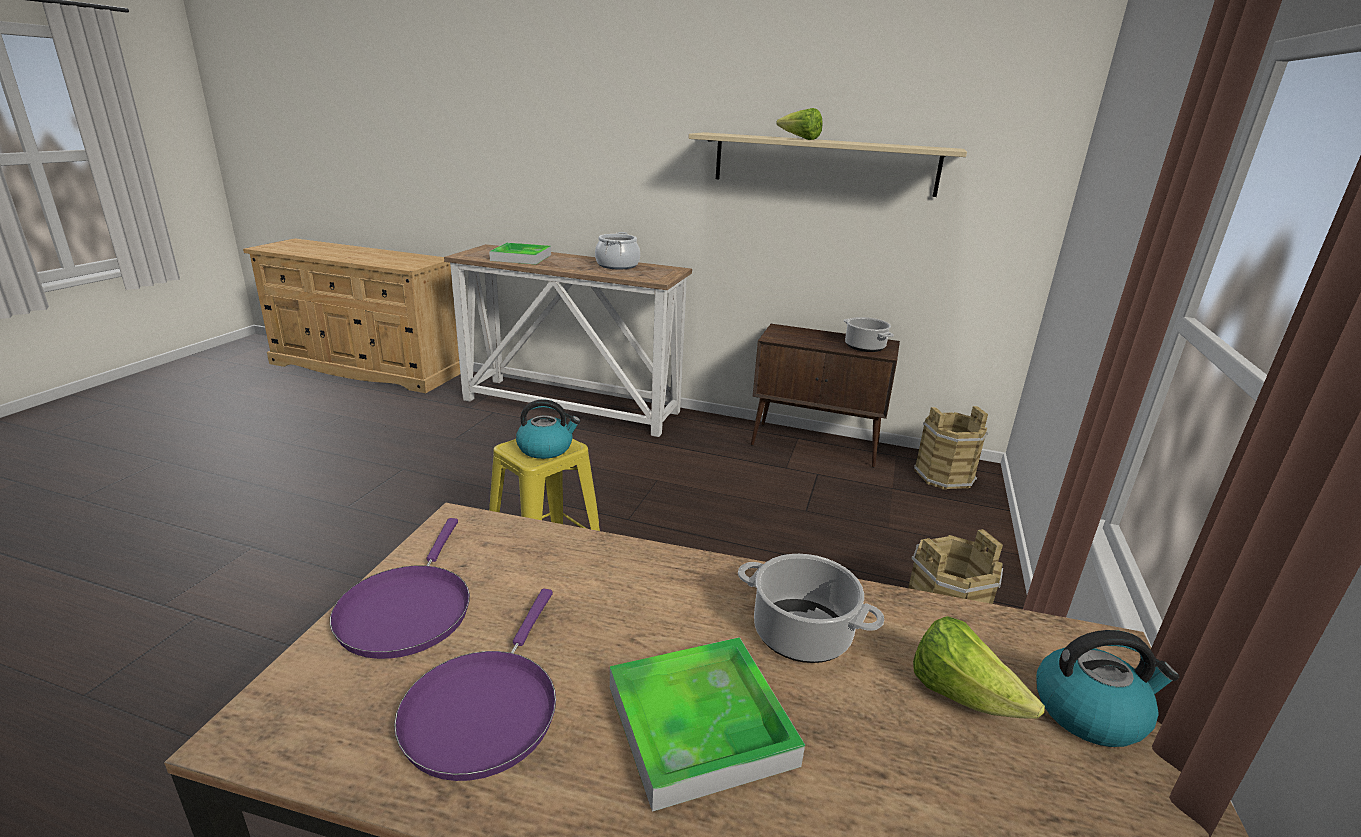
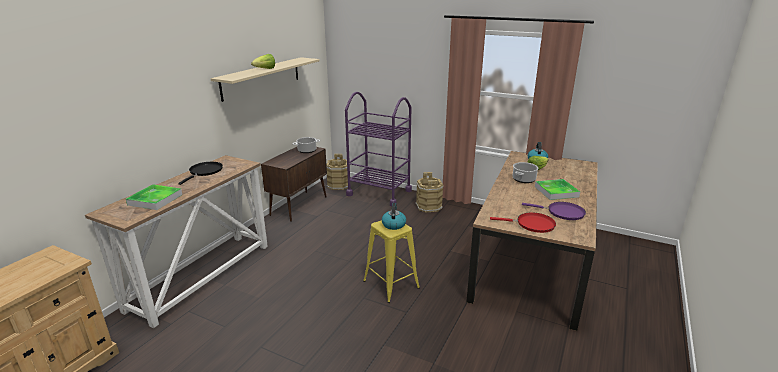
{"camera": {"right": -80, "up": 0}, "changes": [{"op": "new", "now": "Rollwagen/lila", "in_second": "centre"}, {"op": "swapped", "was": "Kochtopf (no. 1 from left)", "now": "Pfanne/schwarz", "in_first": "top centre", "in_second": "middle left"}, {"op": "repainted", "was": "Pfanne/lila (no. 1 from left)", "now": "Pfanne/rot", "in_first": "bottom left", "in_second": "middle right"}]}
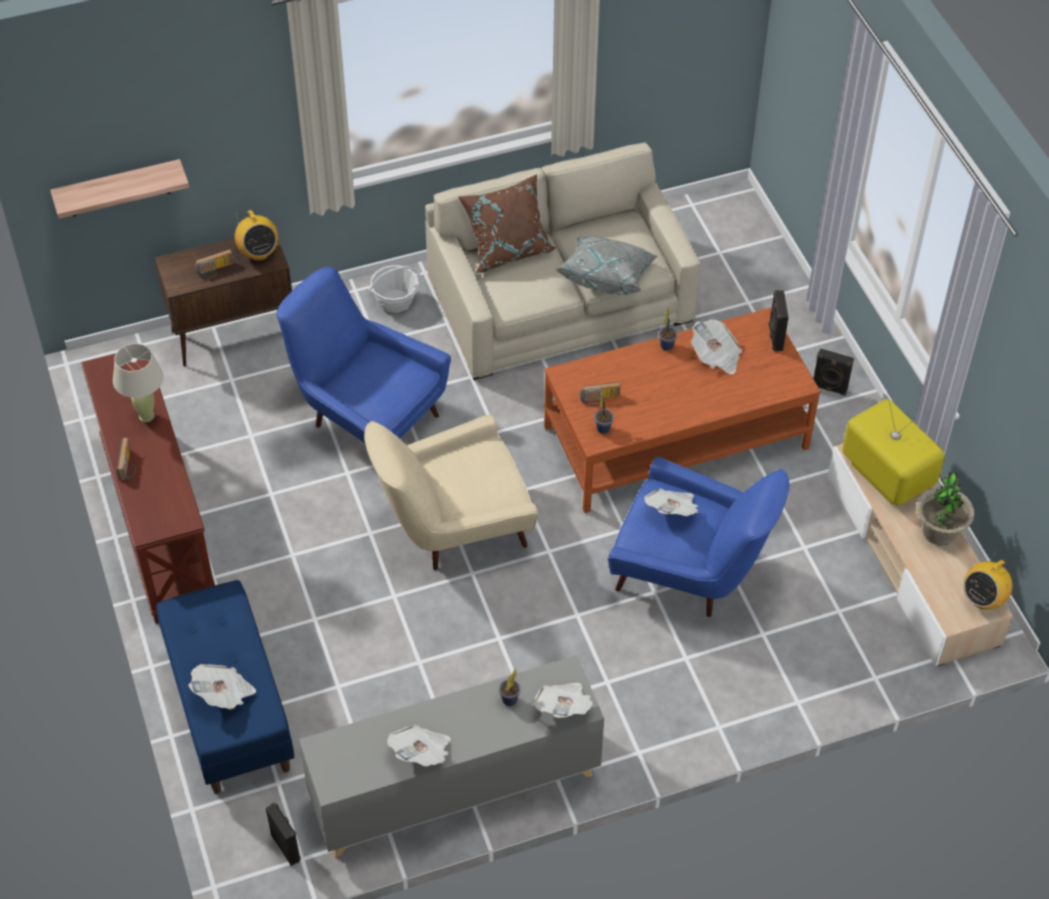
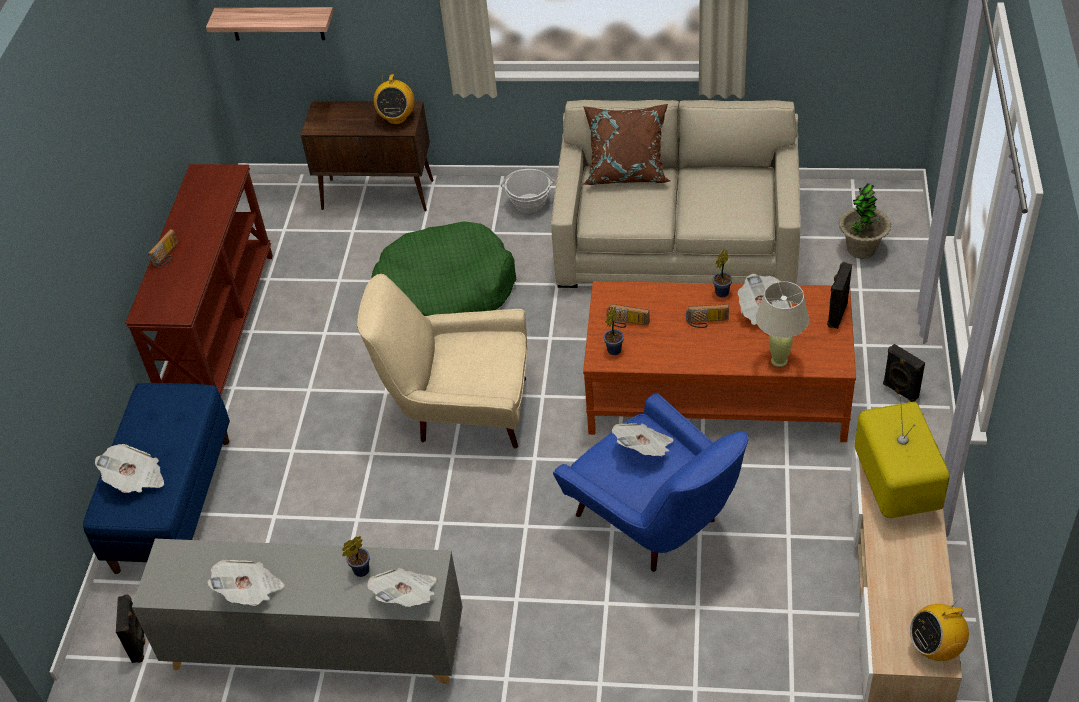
{"camera": {"right": 30, "up": -5}, "changes": [{"op": "gone", "was": "Kissen/grau", "in_first": "top centre"}, {"op": "shifted", "was": "Tischlampe/beige", "in_first": "middle left", "in_second": "middle right"}, {"op": "shifted", "was": "Radio (no. 2 from left in the first image)", "now": "Radio (no. 4 from left)", "in_first": "top left", "in_second": "centre"}, {"op": "shifted", "was": "Topfpflanze (no. 4 from left)", "in_first": "middle right", "in_second": "top right"}, {"op": "swapped", "was": "Sessel/blau (no. 1 from left)", "now": "Hundebett/grün", "in_first": "centre", "in_second": "centre"}]}
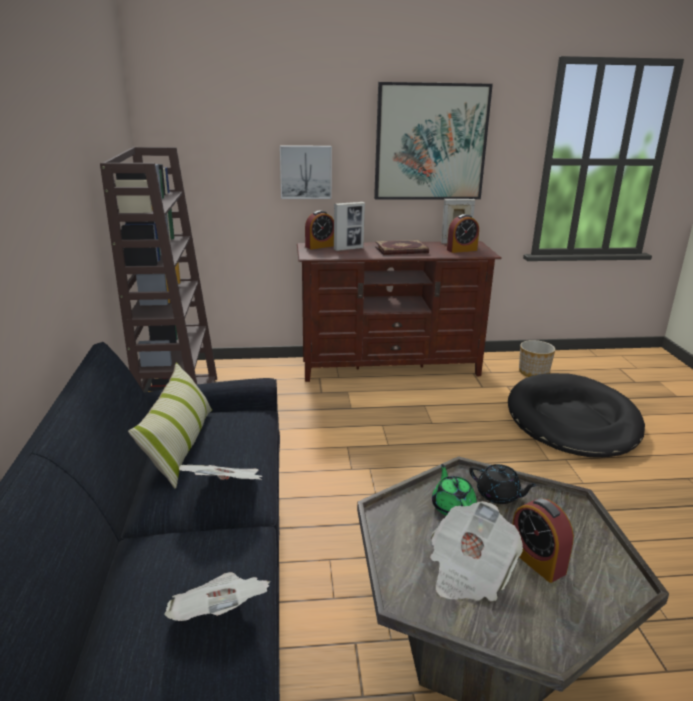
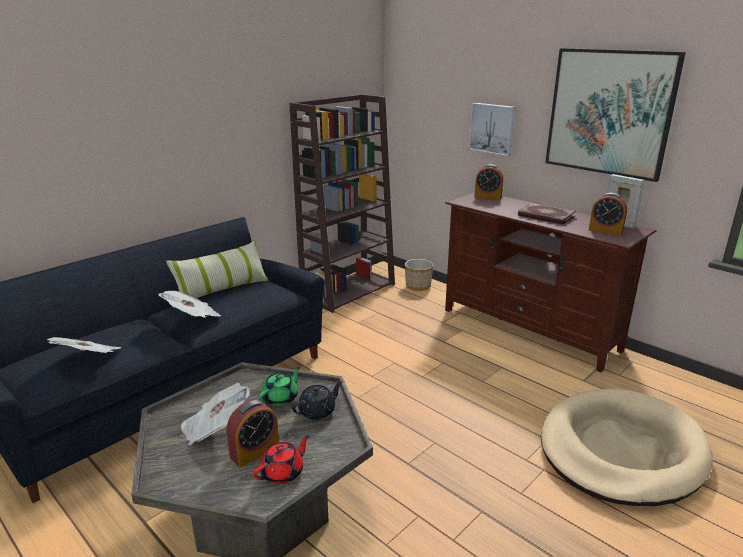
{"camera": {"right": 50, "up": 0}, "changes": [{"op": "gone", "was": "Bilderrahmen (no. 1 from left)", "in_first": "top centre"}, {"op": "new", "now": "Teekanne/rot", "in_second": "bottom centre"}, {"op": "shifted", "was": "Pflanzkübel", "in_first": "middle right", "in_second": "centre"}, {"op": "repainted", "was": "Hundebett/schwarz", "now": "Hundebett/beige", "in_first": "middle right", "in_second": "bottom right"}, {"op": "rotated", "was": "Teekanne/schwarz", "in_first": "bottom right", "in_second": "bottom centre", "clockwise": -120}, {"op": "rotated", "was": "Wecker (no. 3 from left in the first image)", "in_first": "bottom right", "in_second": "bottom centre", "clockwise": -150}]}
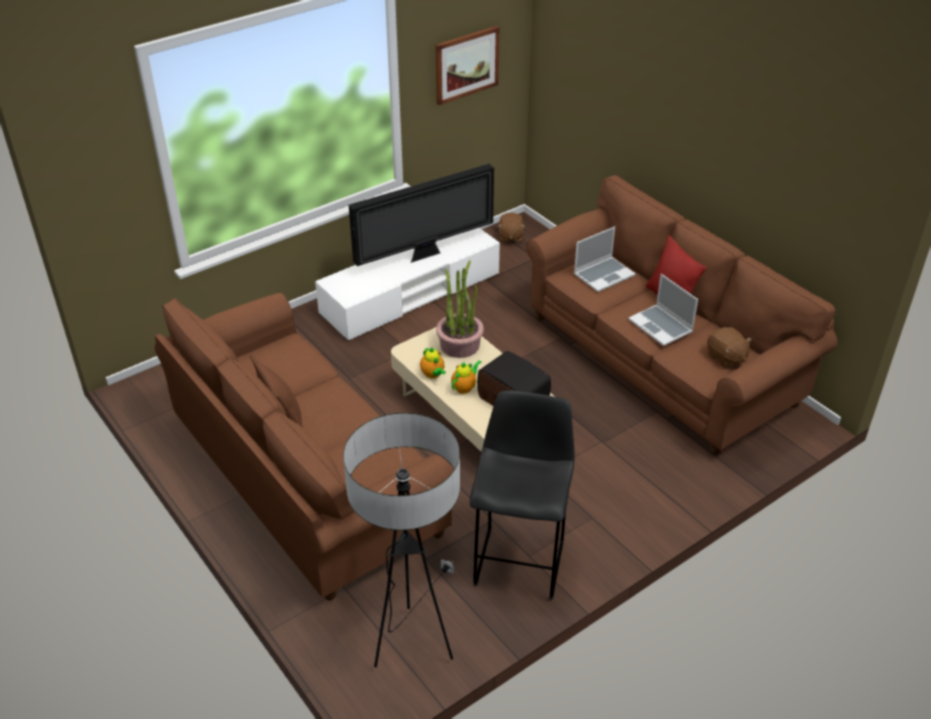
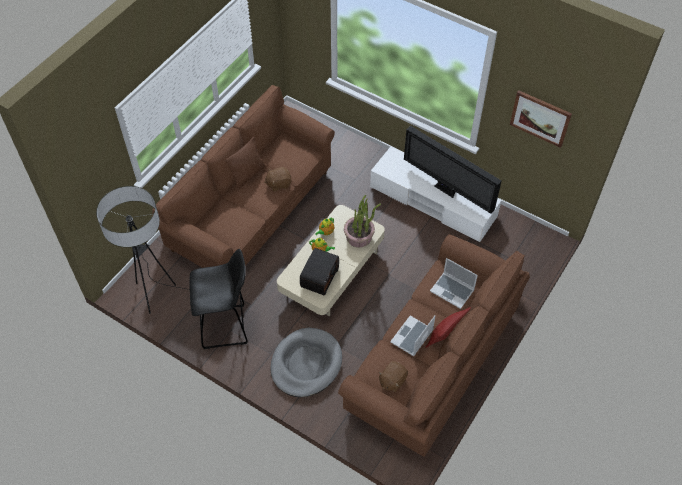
{"camera": {"right": 70, "up": 15}, "changes": [{"op": "new", "now": "Hundebett/grau", "in_second": "bottom centre"}, {"op": "shifted", "was": "Plüschtier/braun (no. 1 from left)", "in_first": "top centre", "in_second": "centre"}]}
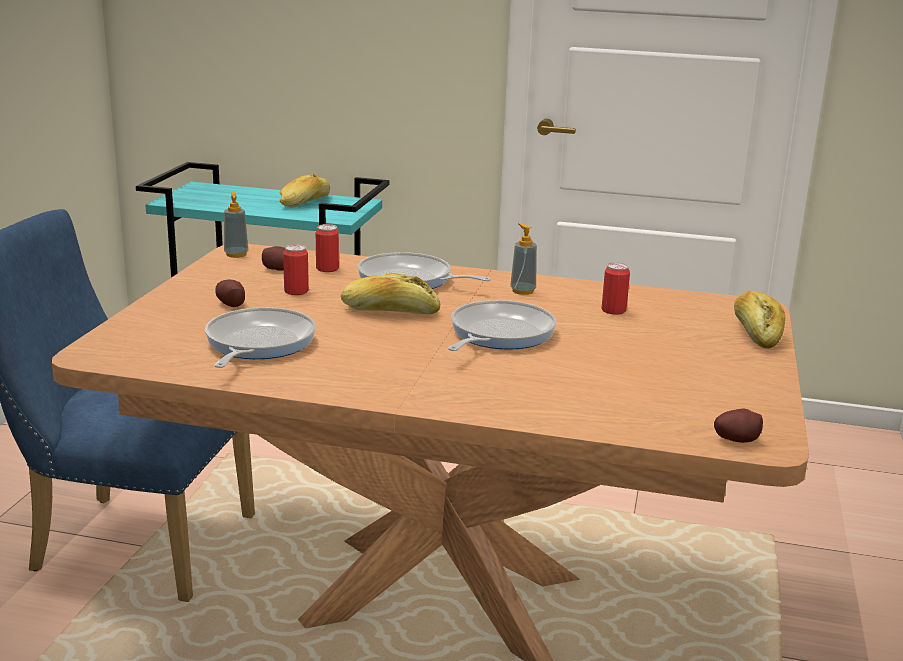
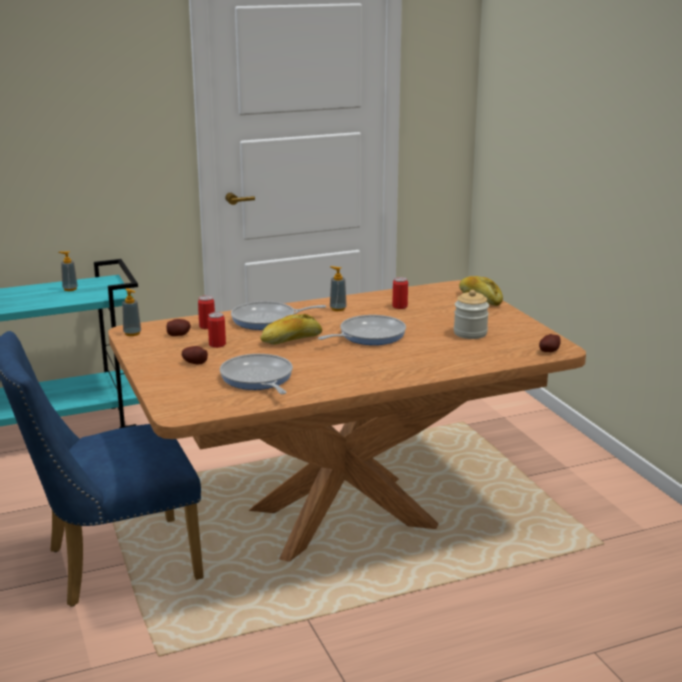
{"camera": {"right": -35, "up": 0}, "changes": [{"op": "new", "now": "Vorratsglas", "in_second": "middle right"}, {"op": "swapped", "was": "Brot (no. 1 from left)", "now": "Seifenspender (no. 1 from left)", "in_first": "top centre", "in_second": "middle left"}, {"op": "rotated", "was": "Pfanne (no. 3 from left)", "in_first": "centre", "in_second": "centre", "clockwise": 60}]}
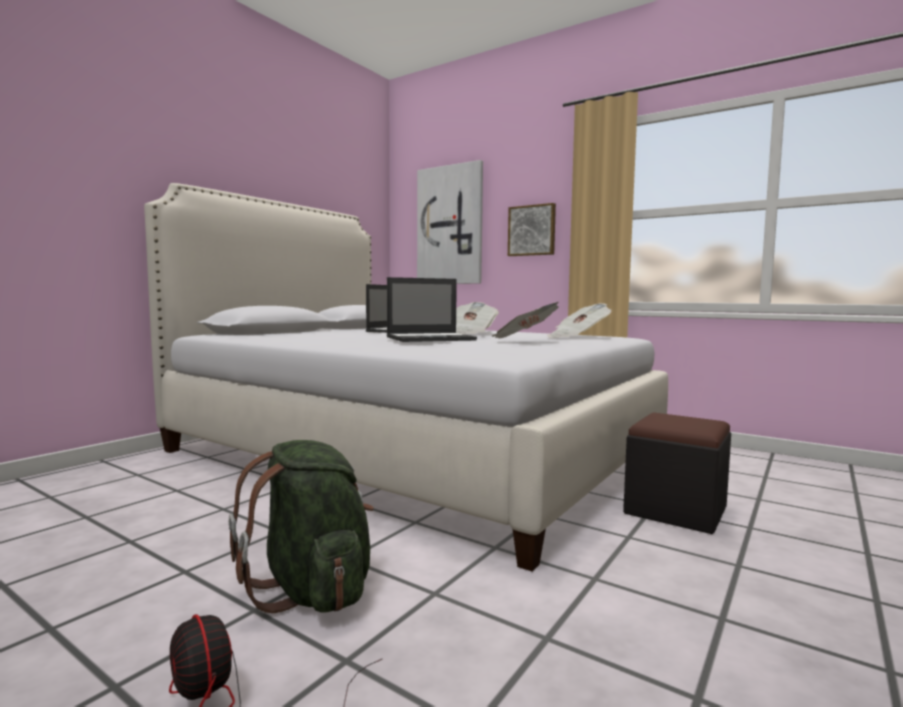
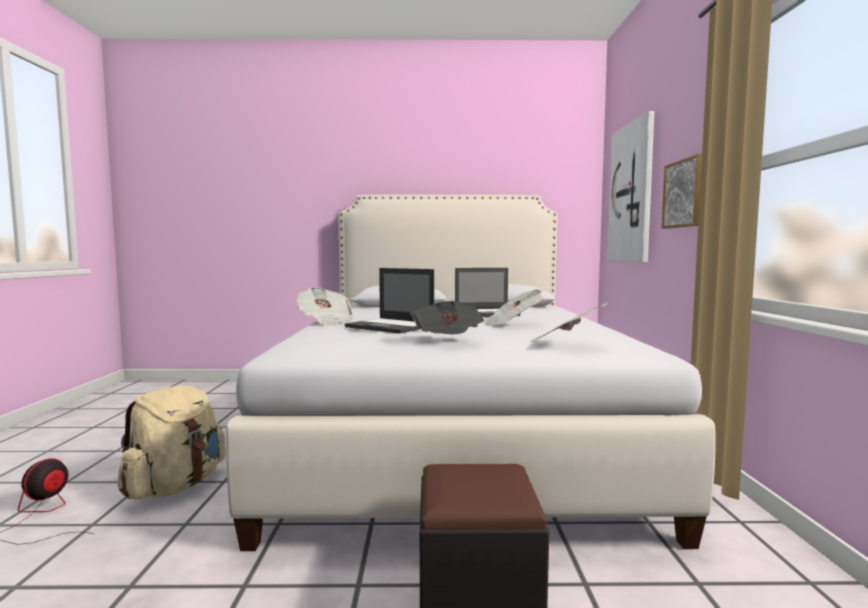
{"camera": {"right": 55, "up": 0}, "changes": [{"op": "new", "now": "Zeitung (no. 1 from left)", "in_second": "centre"}, {"op": "repainted", "was": "Rucksack/grün", "now": "Rucksack/beige", "in_first": "bottom centre", "in_second": "bottom left"}]}
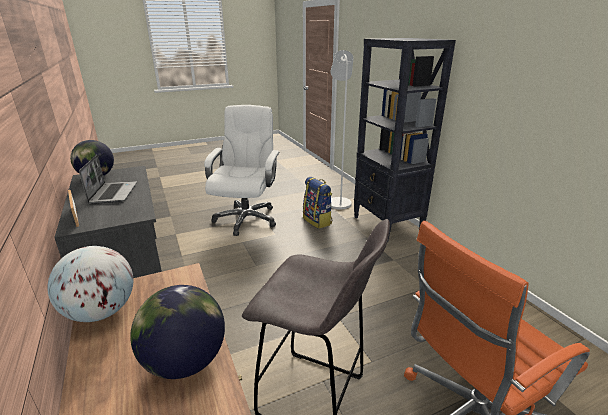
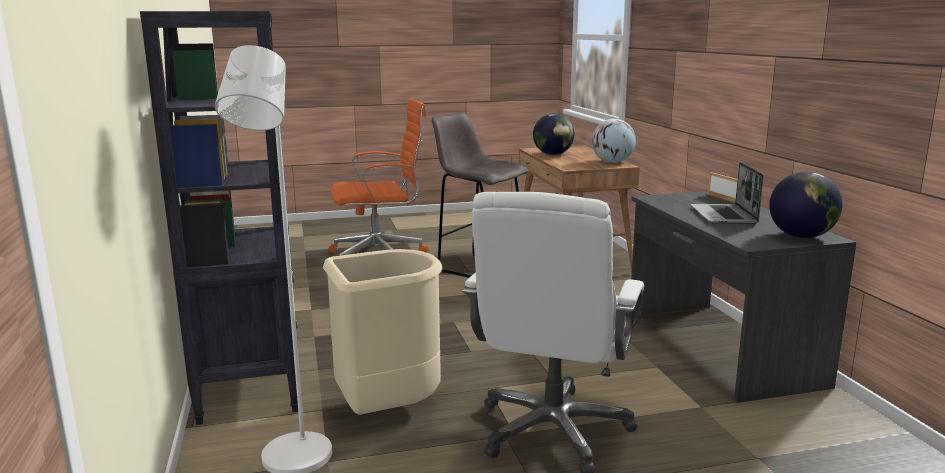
{"camera": {"right": -170, "up": -10}, "changes": [{"op": "swapped", "was": "Rucksack", "now": "Mülleimer/beige", "in_first": "centre", "in_second": "bottom centre"}]}
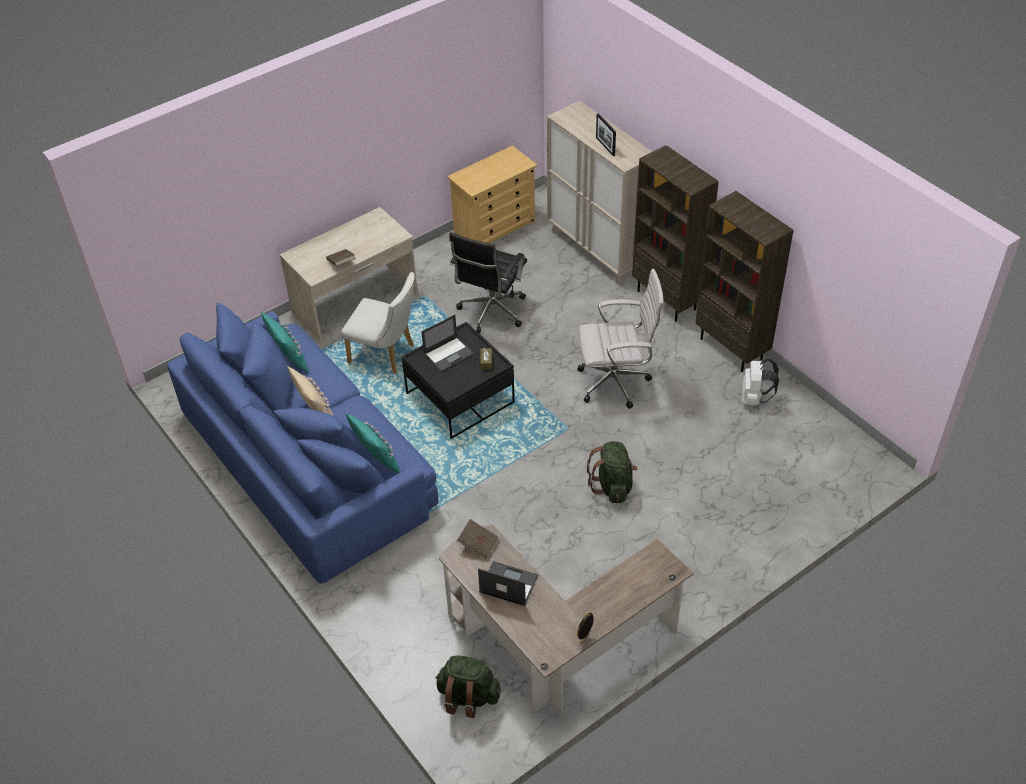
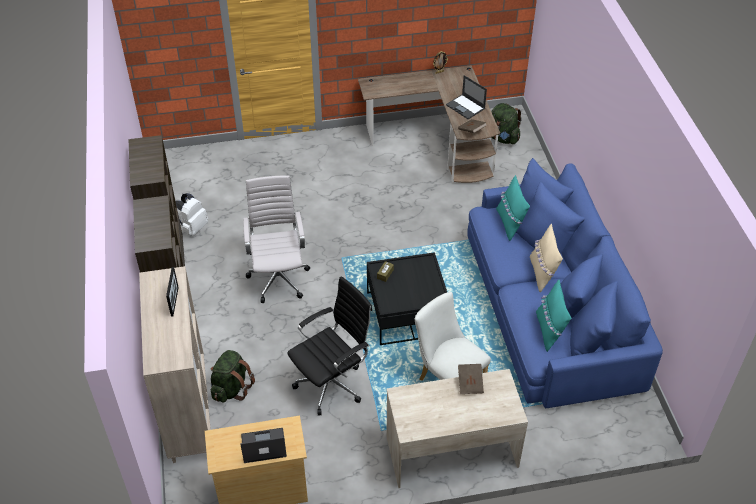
{"camera": {"right": -155, "up": 0}, "changes": [{"op": "shifted", "was": "Laptop (no. 1 from left)", "in_first": "centre", "in_second": "bottom centre"}, {"op": "shifted", "was": "Rucksack/grün (no. 2 from left in the first image)", "now": "Rucksack/grün (no. 1 from left)", "in_first": "centre", "in_second": "bottom left"}, {"op": "rotated", "was": "Bürostuhl/weiß", "in_first": "centre", "in_second": "centre", "clockwise": 60}]}
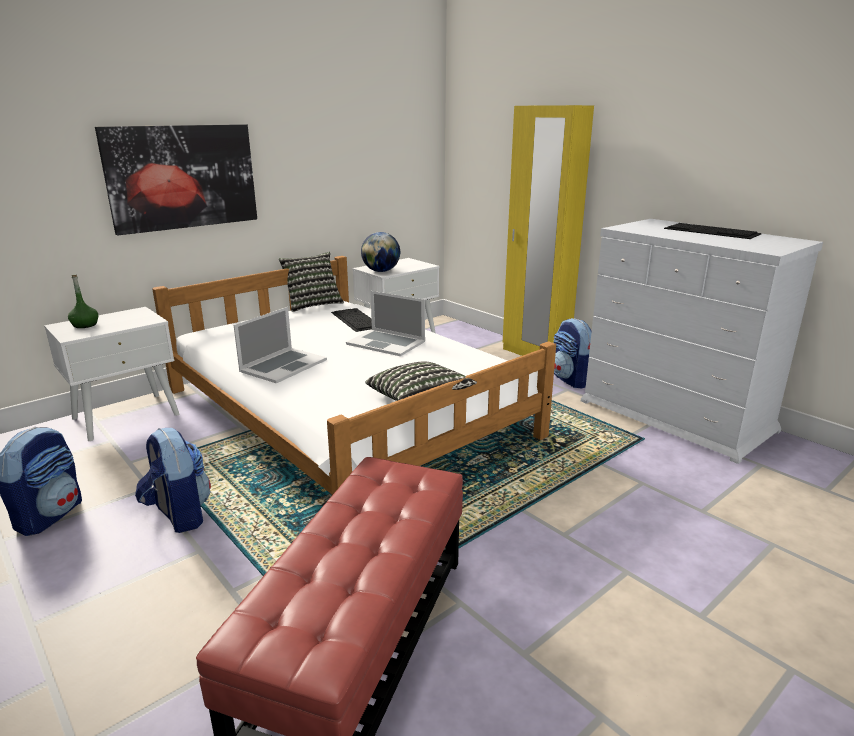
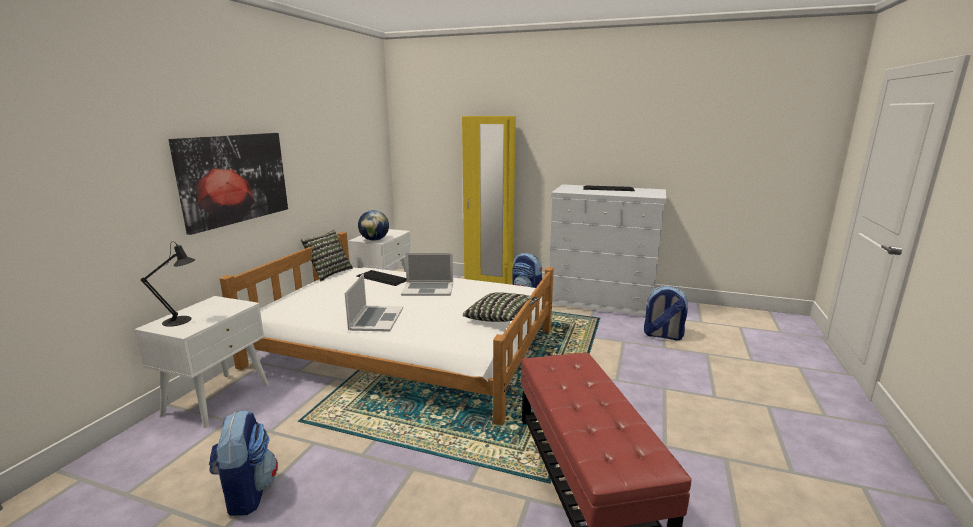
{"camera": {"right": -30, "up": -5}, "changes": [{"op": "shifted", "was": "Rucksack (no. 2 from left in the first image)", "now": "Rucksack (no. 3 from left)", "in_first": "middle left", "in_second": "middle right"}, {"op": "swapped", "was": "Flasche/grün", "now": "Tischlampe/schwarz", "in_first": "middle left", "in_second": "middle left"}]}
